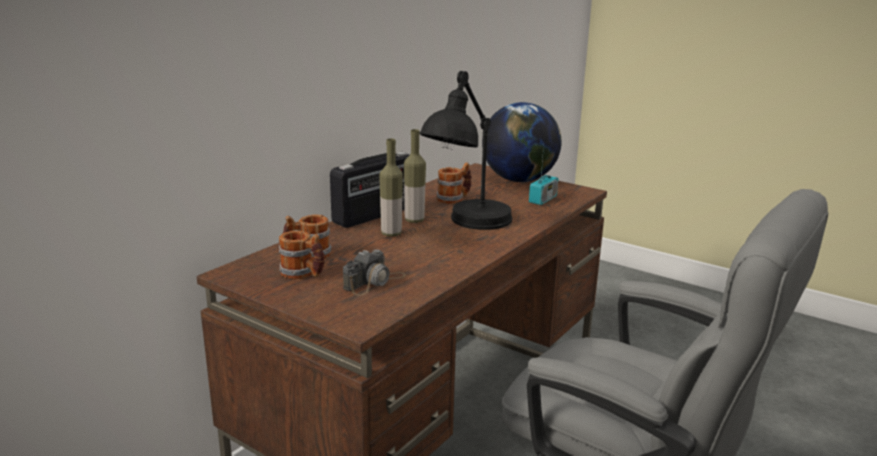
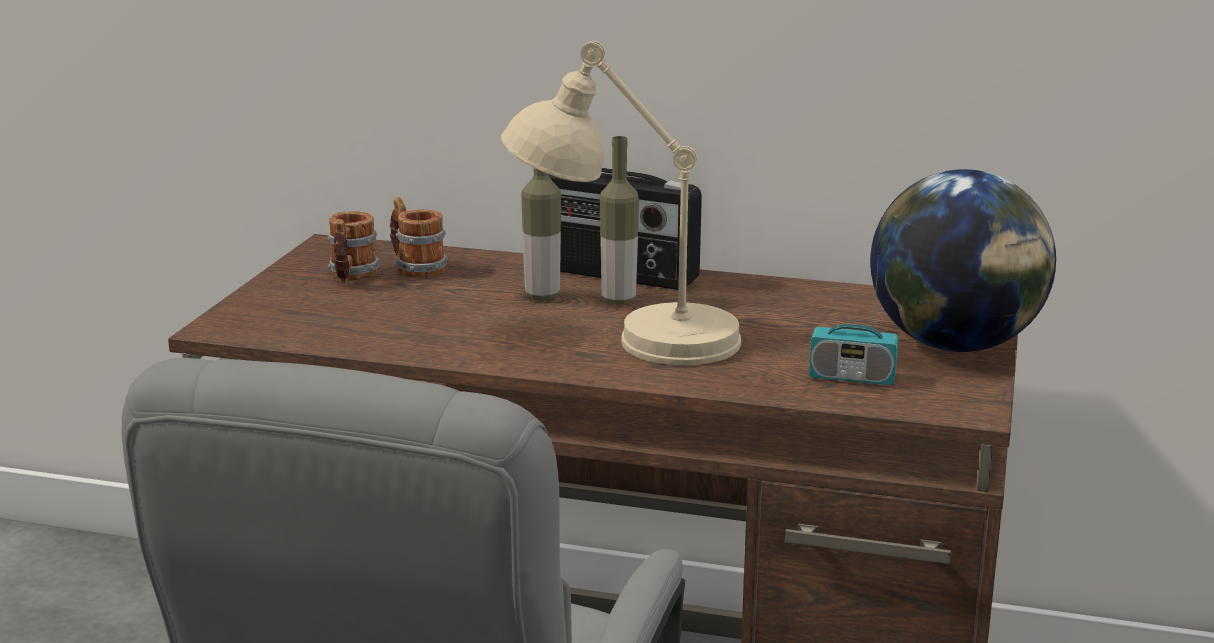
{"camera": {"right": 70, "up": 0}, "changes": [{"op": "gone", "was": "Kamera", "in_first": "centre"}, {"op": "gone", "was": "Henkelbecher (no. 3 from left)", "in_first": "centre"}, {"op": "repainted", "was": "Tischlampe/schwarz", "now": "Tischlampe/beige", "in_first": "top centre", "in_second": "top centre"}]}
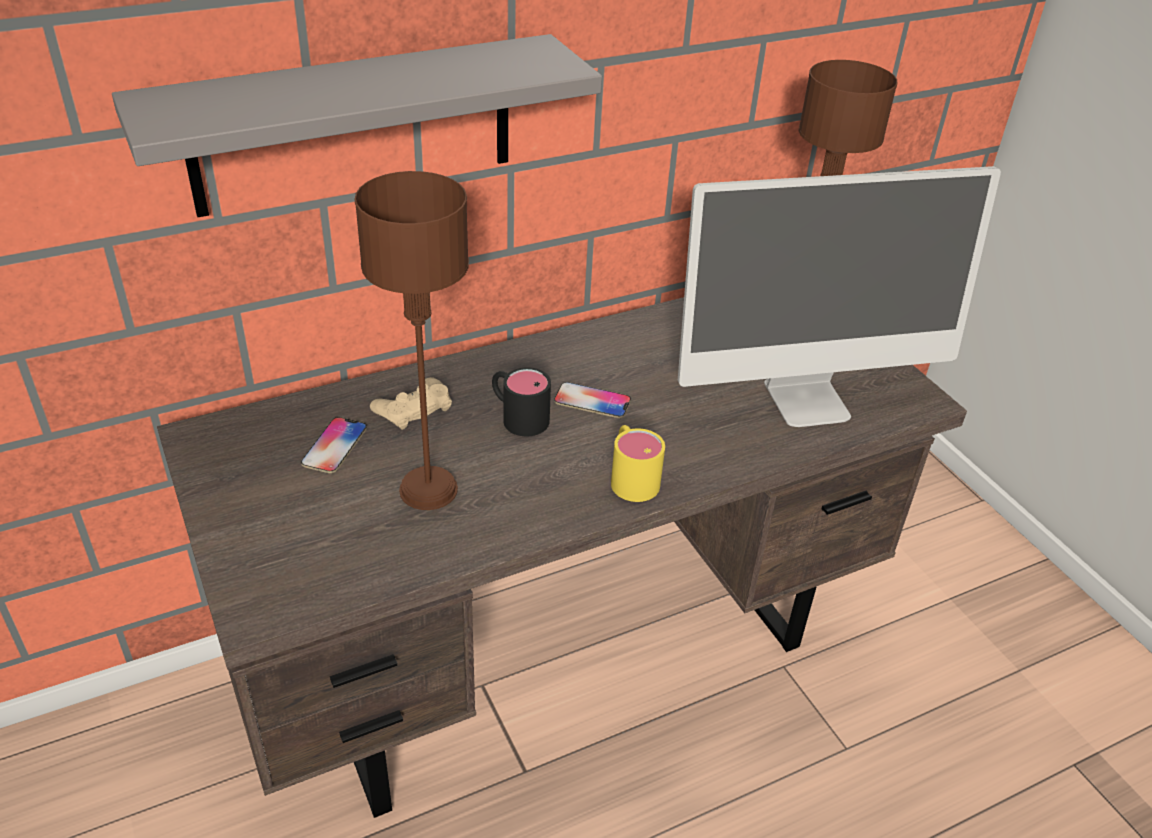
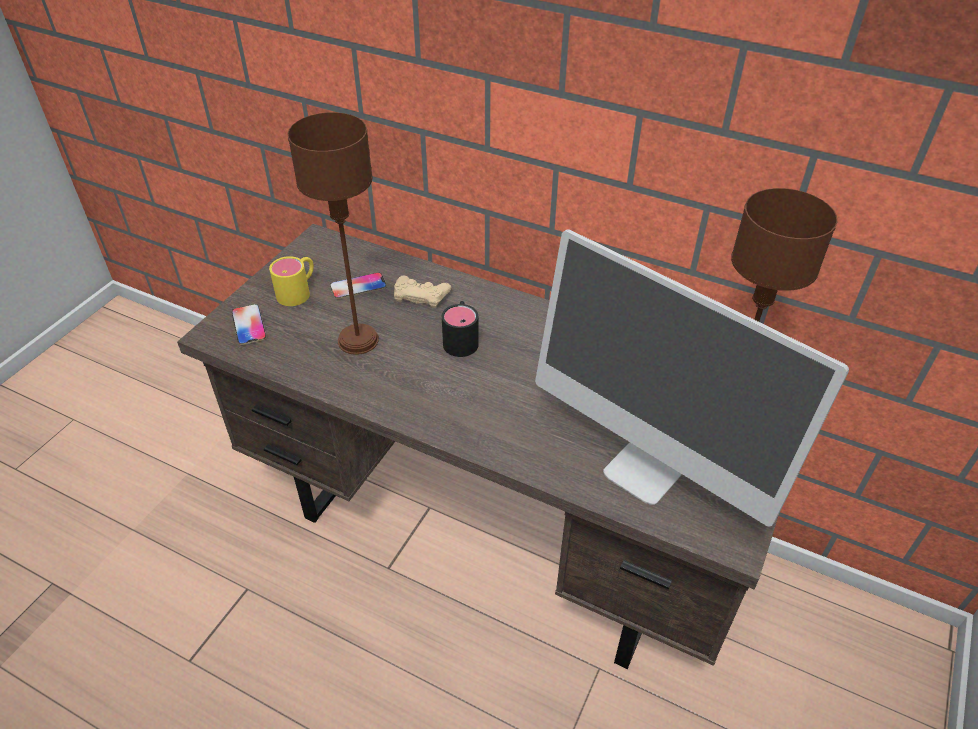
{"camera": {"right": 55, "up": 5}, "changes": [{"op": "gone", "was": "Wandregal/grau", "in_first": "top left"}, {"op": "shifted", "was": "Handy (no. 2 from left in the first image)", "now": "Handy (no. 1 from left)", "in_first": "centre", "in_second": "middle left"}, {"op": "shifted", "was": "Henkelbecher/gelb", "in_first": "centre", "in_second": "middle left"}]}
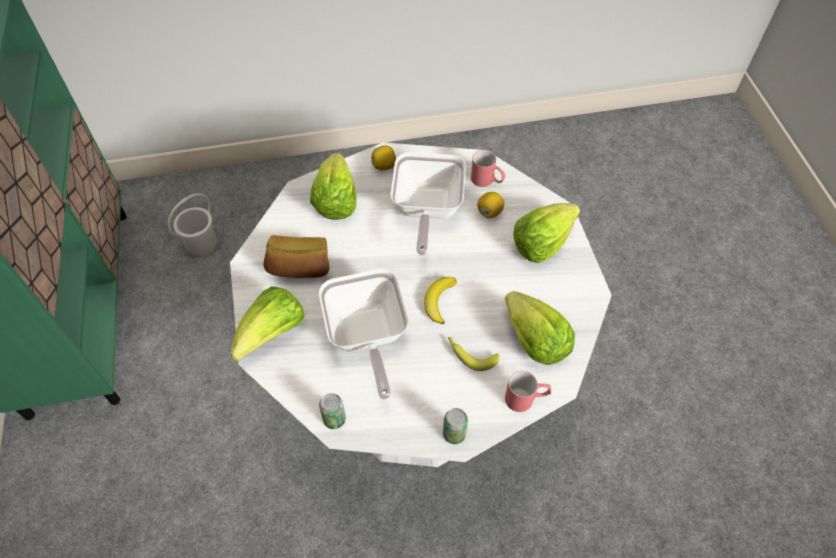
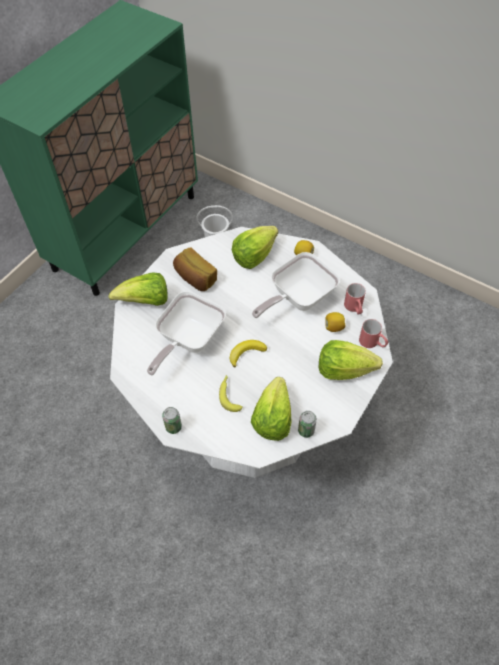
{"camera": {"right": 45, "up": 0}, "changes": [{"op": "shifted", "was": "Dose (no. 1 from left in the first image)", "now": "Dose (no. 2 from left)", "in_first": "bottom centre", "in_second": "centre"}, {"op": "shifted", "was": "Henkelbecher/rot (no. 2 from left)", "in_first": "bottom centre", "in_second": "middle right"}]}
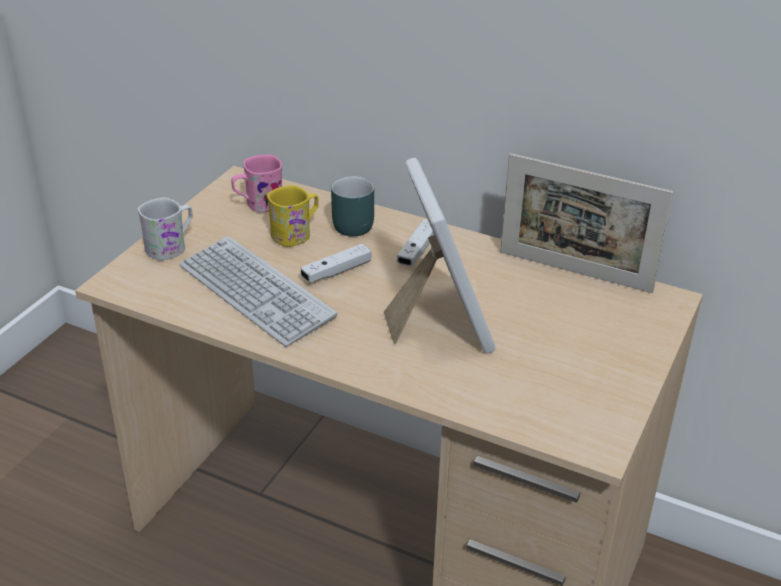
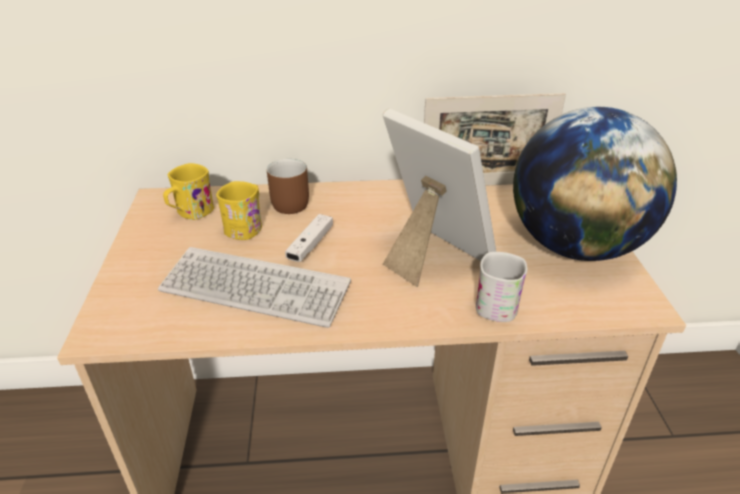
{"camera": {"right": -30, "up": 0}, "changes": [{"op": "gone", "was": "Gamepad/weiß (no. 2 from left)", "in_first": "centre"}, {"op": "new", "now": "Globus", "in_second": "middle right"}, {"op": "shifted", "was": "Henkelbecher/weiß", "in_first": "middle left", "in_second": "middle right"}, {"op": "repainted", "was": "Henkelbecher/rosa", "now": "Henkelbecher/gelb (no. 1 from left)", "in_first": "top left", "in_second": "middle left"}, {"op": "repainted", "was": "Henkelbecher/türkis", "now": "Henkelbecher/braun", "in_first": "centre", "in_second": "centre"}]}
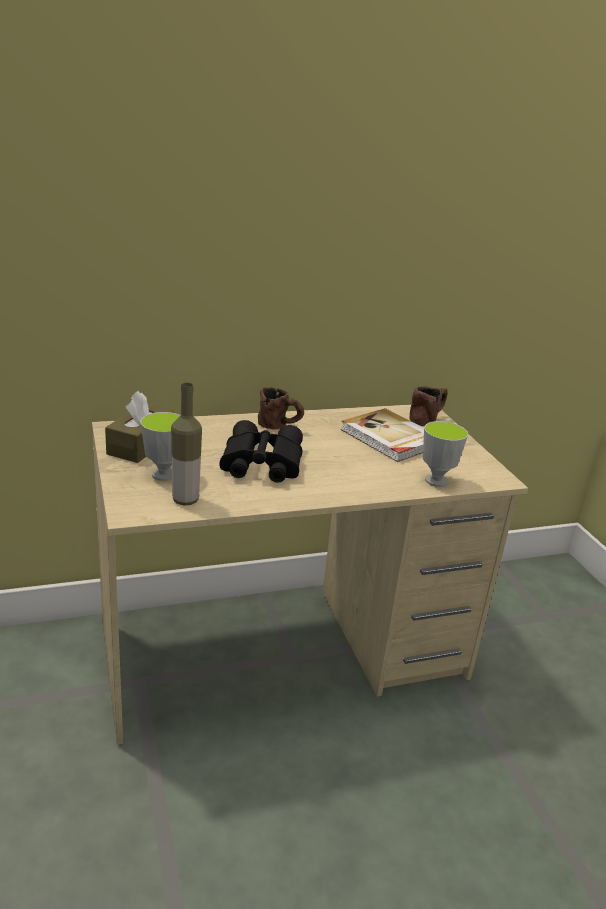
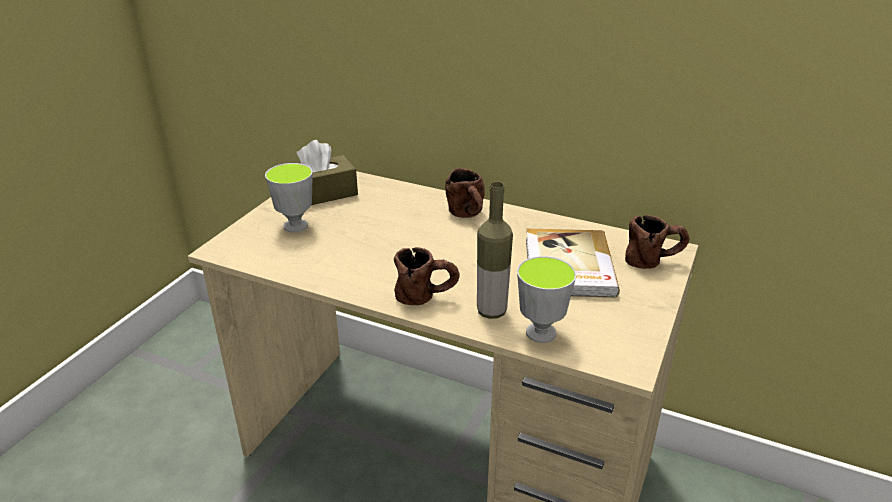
{"camera": {"right": 45, "up": 5}, "changes": [{"op": "gone", "was": "Fernglas/schwarz", "in_first": "centre"}, {"op": "new", "now": "Henkelbecher/braun (no. 1 from left)", "in_second": "centre"}, {"op": "shifted", "was": "Flasche", "in_first": "middle left", "in_second": "centre"}]}
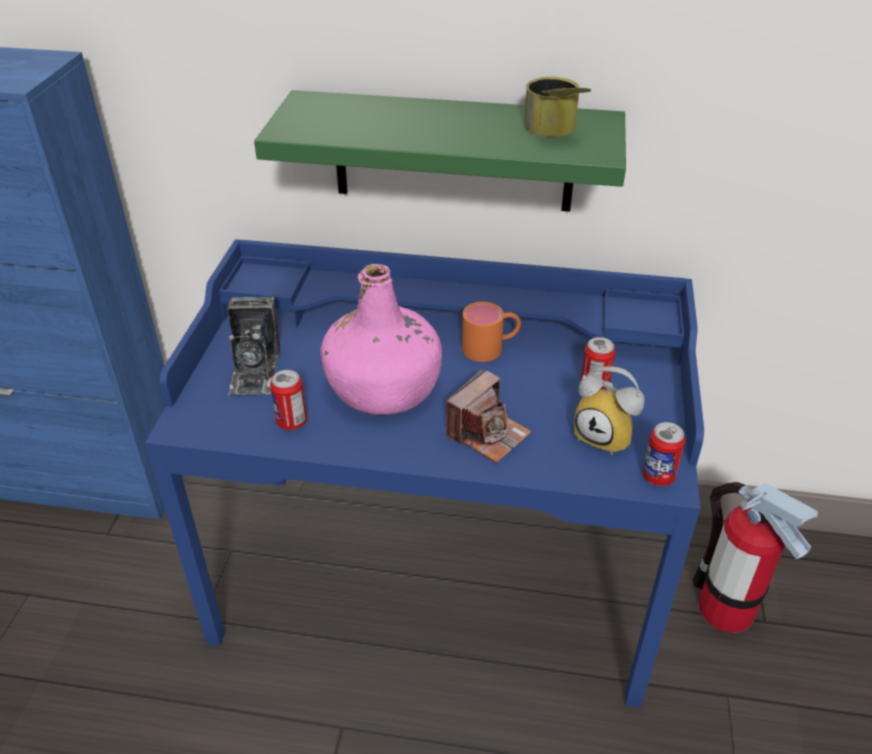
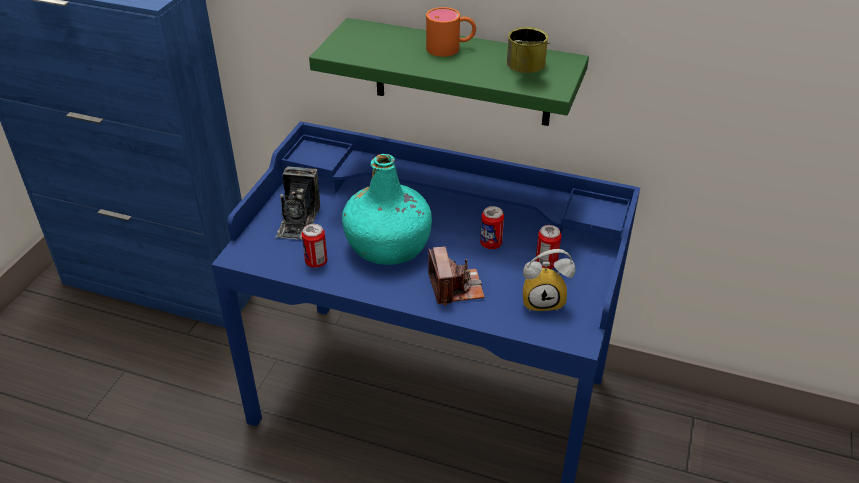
{"camera": {"right": 10, "up": 0}, "changes": [{"op": "gone", "was": "Feuerlöscher", "in_first": "bottom right"}, {"op": "shifted", "was": "Henkelbecher/orange", "in_first": "centre", "in_second": "top centre"}, {"op": "shifted", "was": "Dose (no. 4 from left in the first image)", "now": "Dose (no. 2 from left)", "in_first": "middle right", "in_second": "centre"}, {"op": "repainted", "was": "Flasche/rosa", "now": "Flasche/türkis", "in_first": "centre", "in_second": "centre"}, {"op": "rotated", "was": "Kamera (no. 2 from left)", "in_first": "centre", "in_second": "centre", "clockwise": -60}, {"op": "rotated", "was": "Wecker", "in_first": "middle right", "in_second": "centre", "clockwise": -45}]}
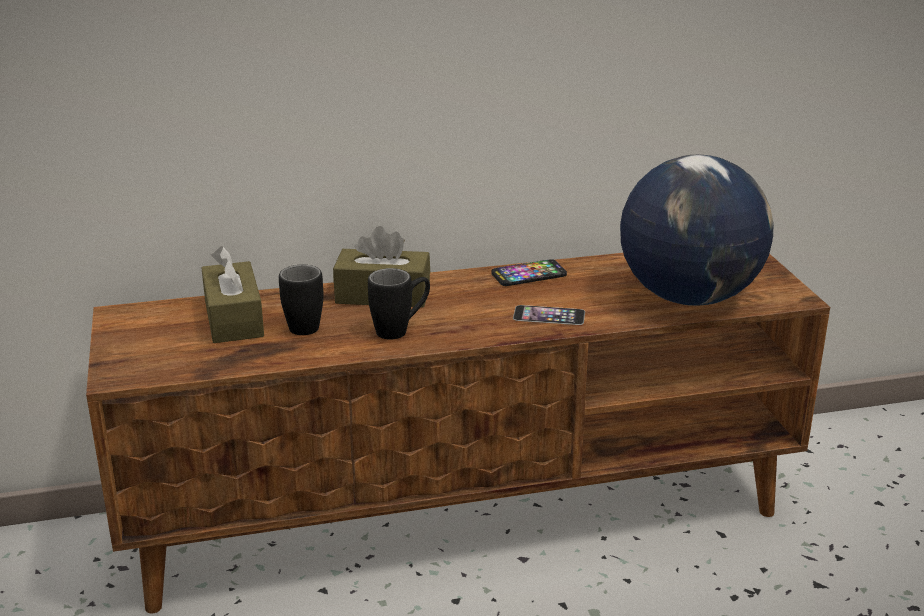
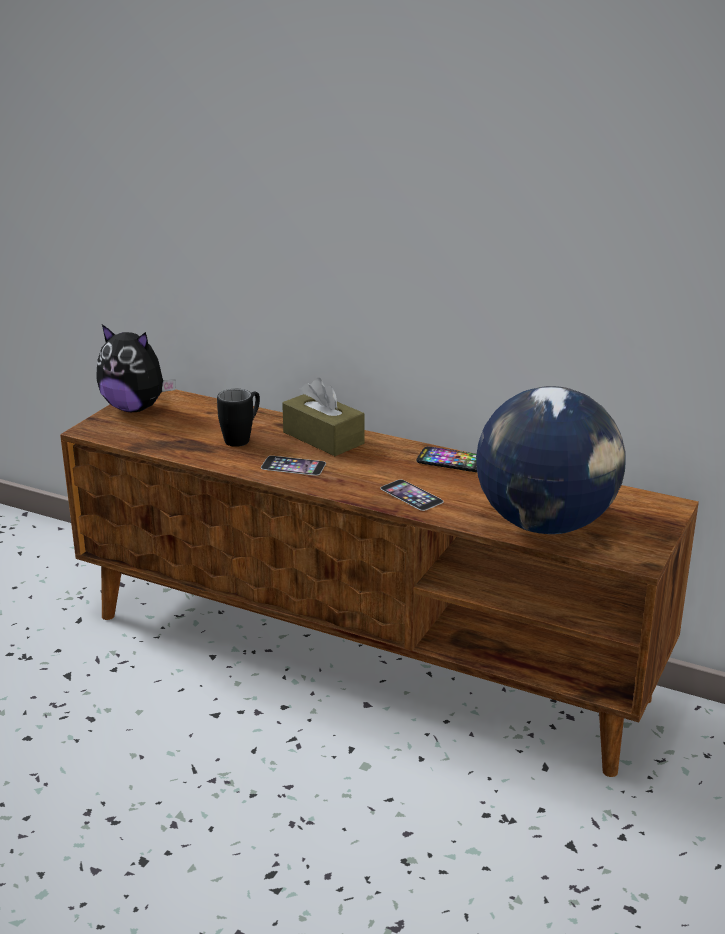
{"camera": {"right": 40, "up": 0}, "changes": [{"op": "gone", "was": "Taschentuchbox/braun (no. 1 from left)", "in_first": "middle left"}, {"op": "new", "now": "Plüschtier", "in_second": "middle left"}, {"op": "swapped", "was": "Henkelbecher/schwarz (no. 2 from left)", "now": "Handy (no. 1 from left)", "in_first": "centre", "in_second": "centre"}]}
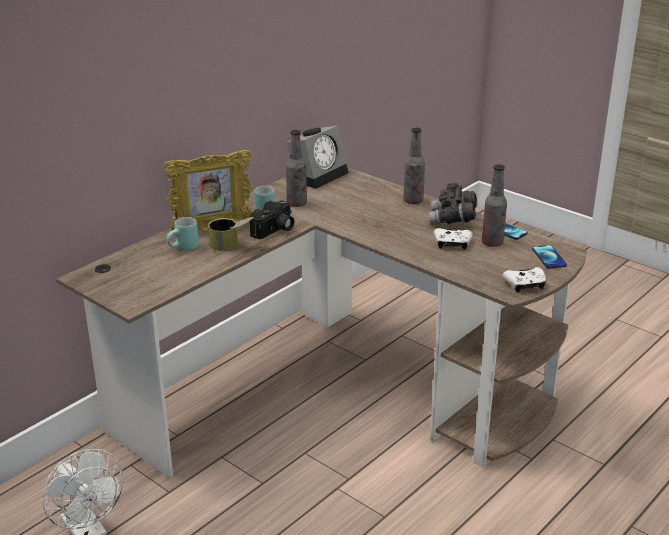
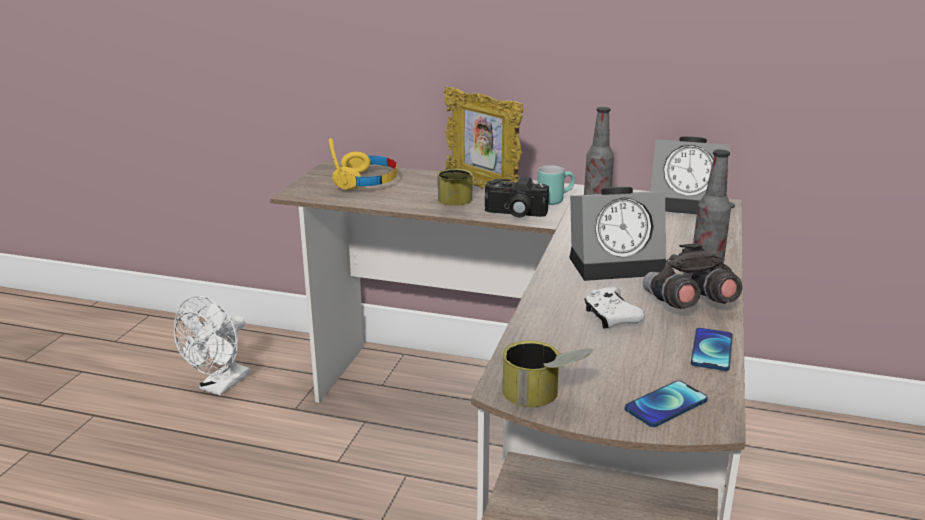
{"camera": {"right": 65, "up": -5}, "changes": [{"op": "gone", "was": "Henkelbecher/türkis (no. 1 from left)", "in_first": "middle left"}, {"op": "gone", "was": "Flasche (no. 3 from left)", "in_first": "middle right"}, {"op": "new", "now": "Kopfhörer/gelb", "in_second": "top centre"}, {"op": "new", "now": "Wecker (no. 1 from left)", "in_second": "middle right"}, {"op": "swapped", "was": "Gamepad/weiß (no. 2 from left)", "now": "Dose (no. 2 from left)", "in_first": "middle right", "in_second": "bottom centre"}]}
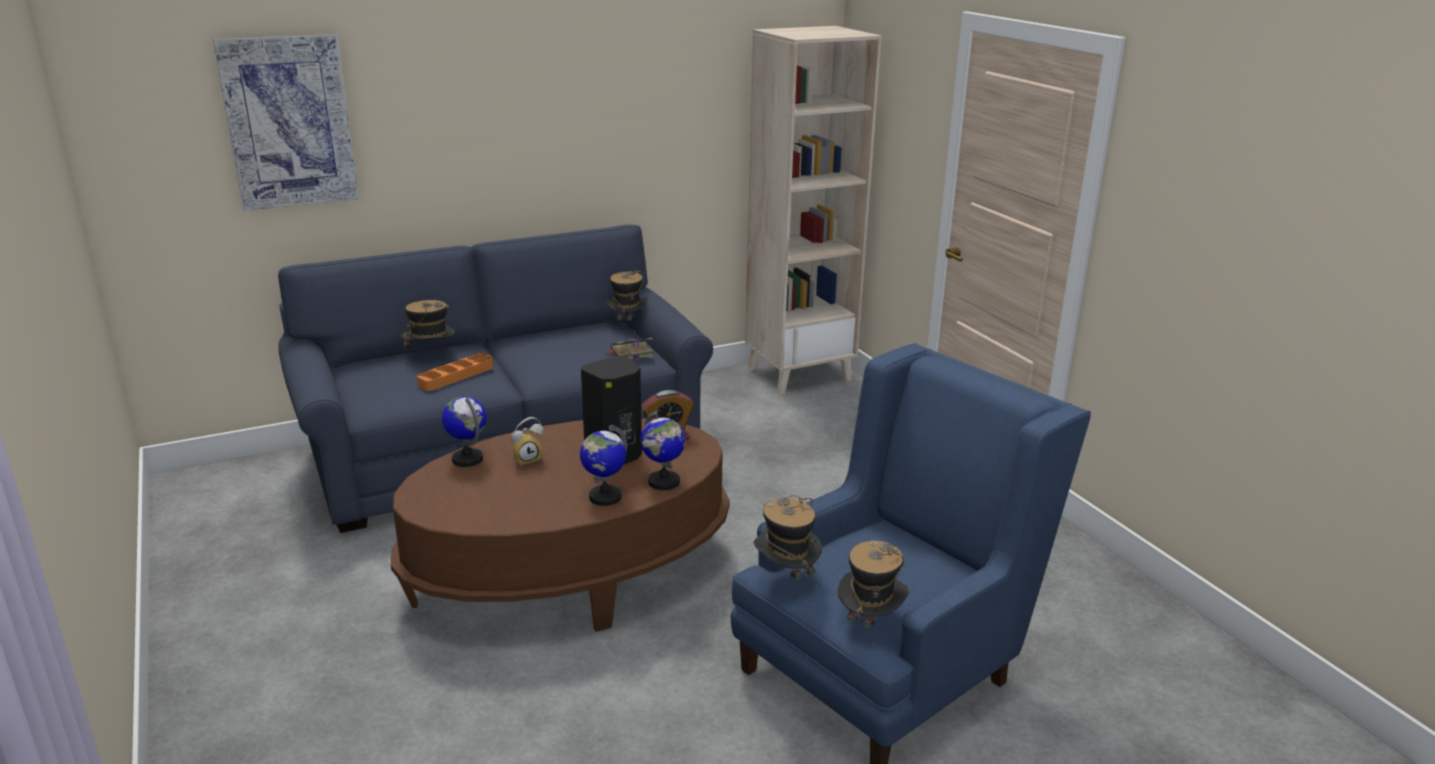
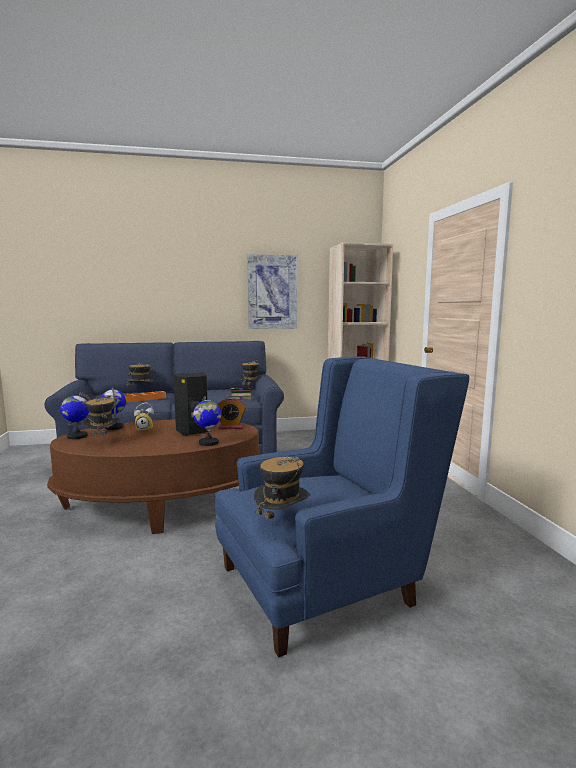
{"camera": {"right": 15, "up": -15}, "changes": [{"op": "shifted", "was": "Bild", "in_first": "top left", "in_second": "centre"}, {"op": "shifted", "was": "Globus (no. 2 from left in the first image)", "now": "Globus (no. 1 from left)", "in_first": "centre", "in_second": "middle left"}, {"op": "shifted", "was": "Hut (no. 3 from left in the first image)", "now": "Hut (no. 1 from left)", "in_first": "bottom centre", "in_second": "middle left"}]}
